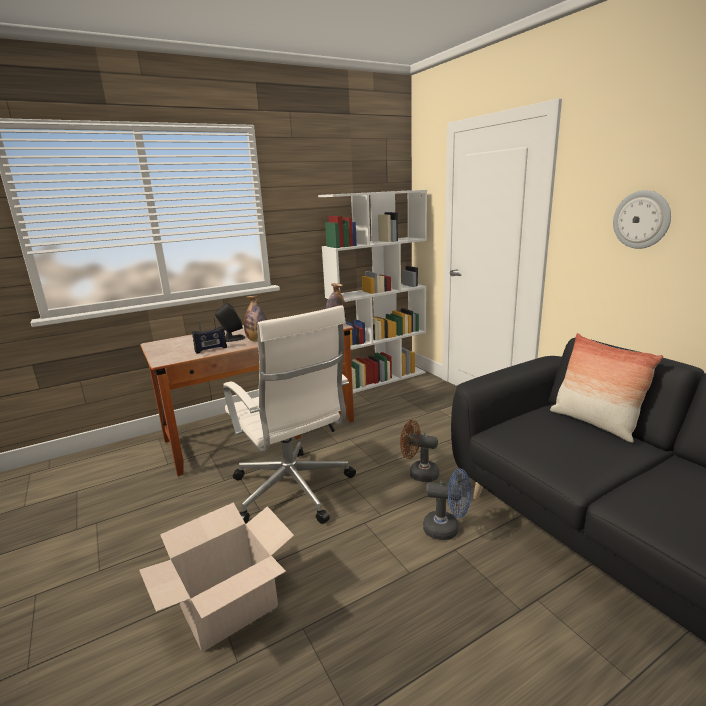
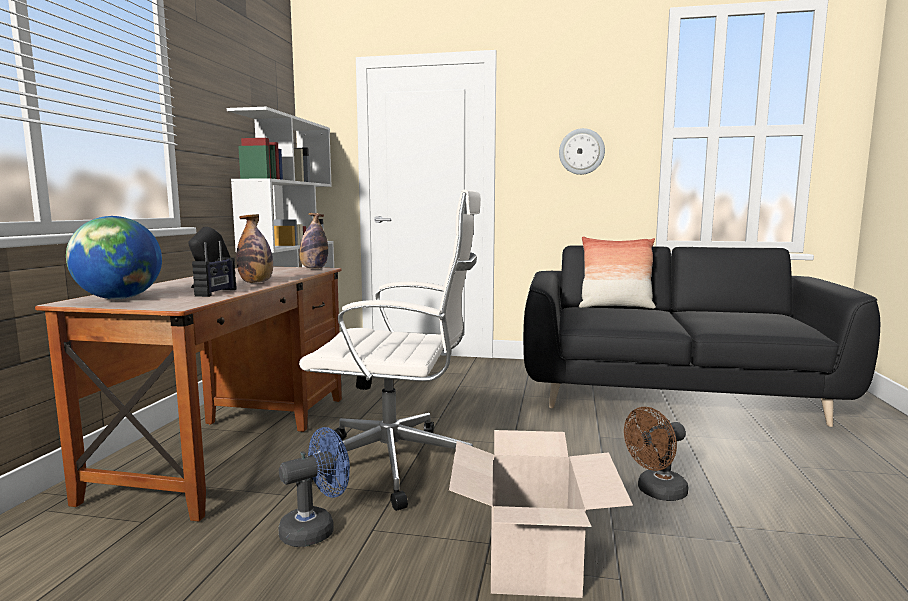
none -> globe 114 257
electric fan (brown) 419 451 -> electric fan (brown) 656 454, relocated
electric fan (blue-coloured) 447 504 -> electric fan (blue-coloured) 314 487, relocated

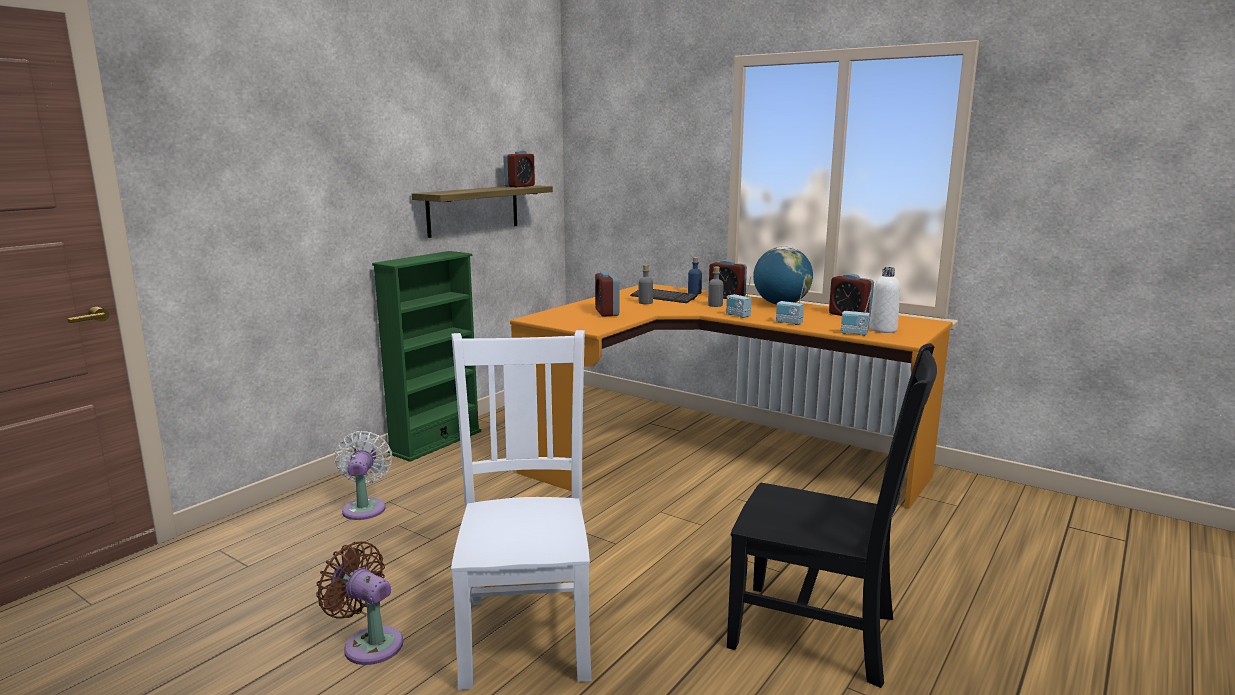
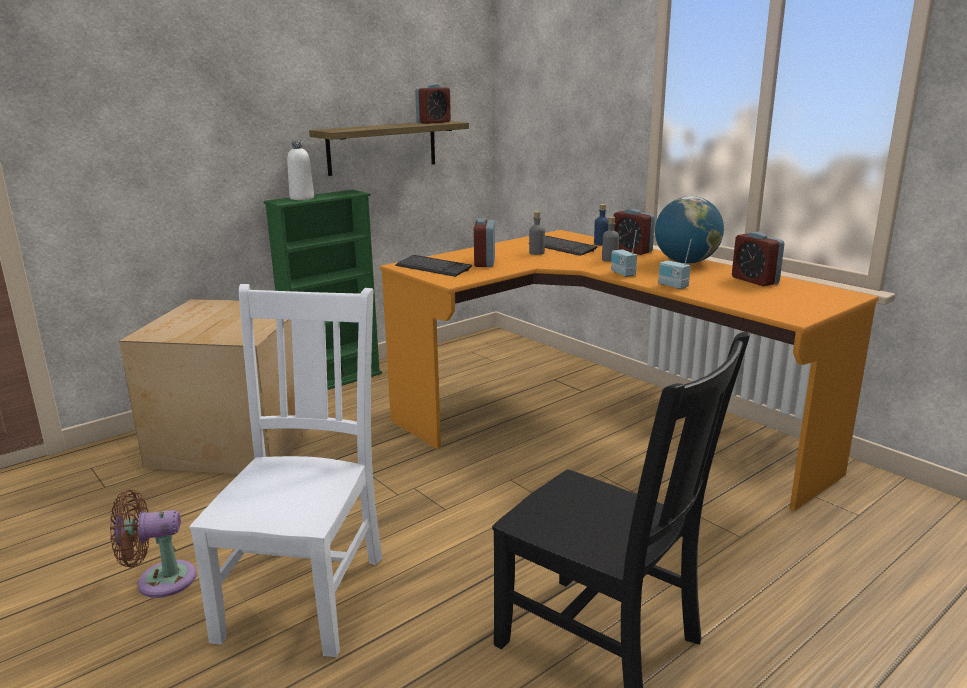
radio 856 312 -> none
none -> PC keyboard 433 266
bottle (whitish) 884 300 -> bottle (whitish) 300 170, relocated
electric fan (whitish) 363 475 -> carton 214 386
electric fan (brown) 359 603 -> electric fan (brown) 153 544, 60 degrees counterclockwise

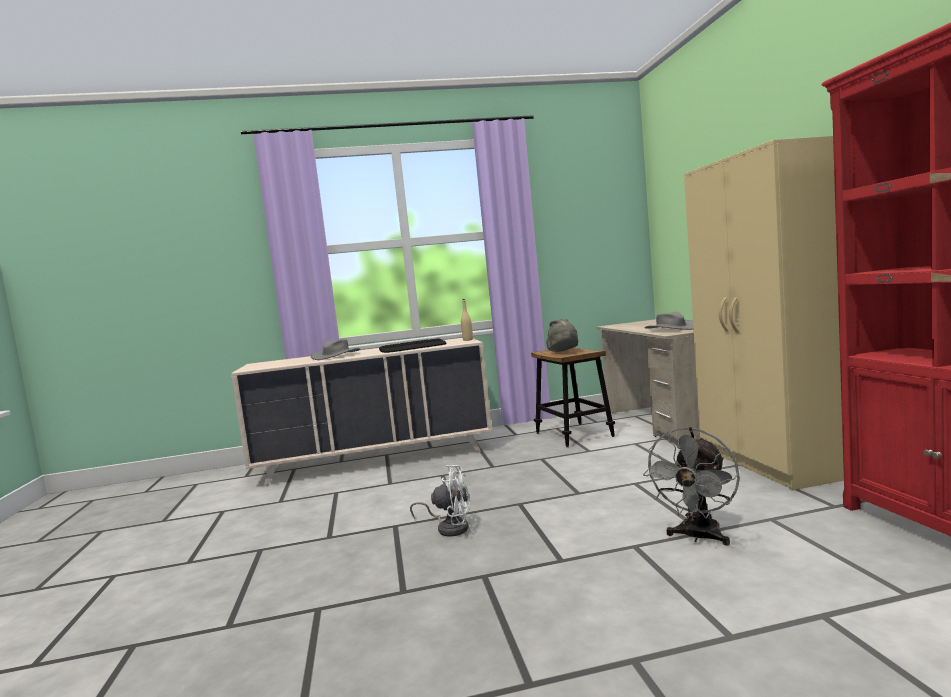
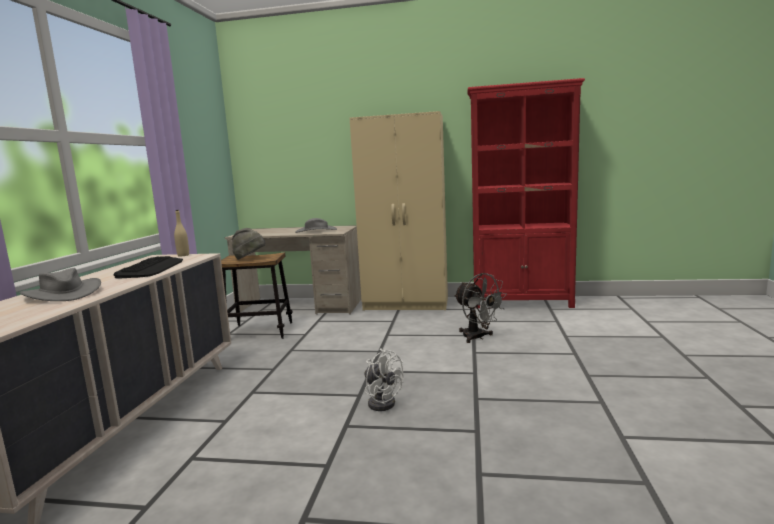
electric fan (whitish) 440 501 -> electric fan (whitish) 384 379, 105 degrees clockwise

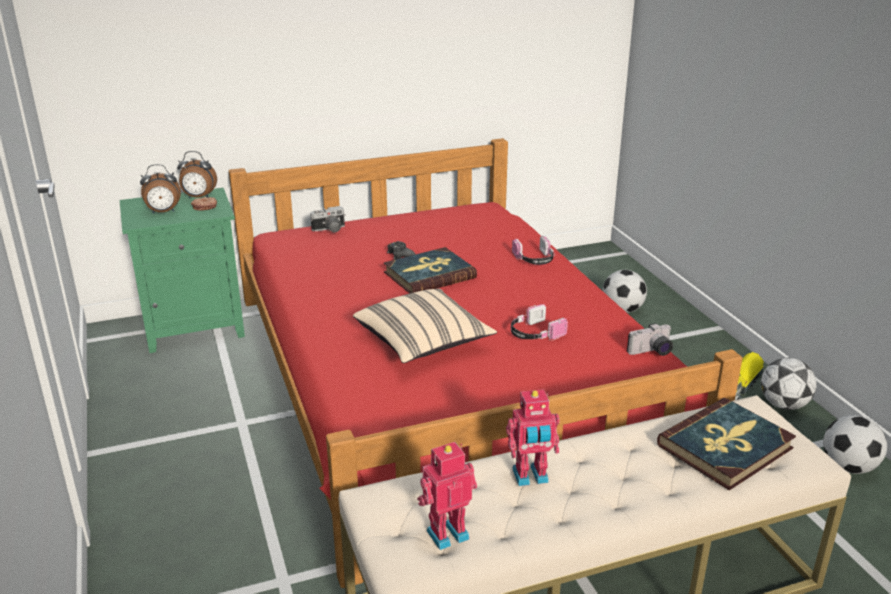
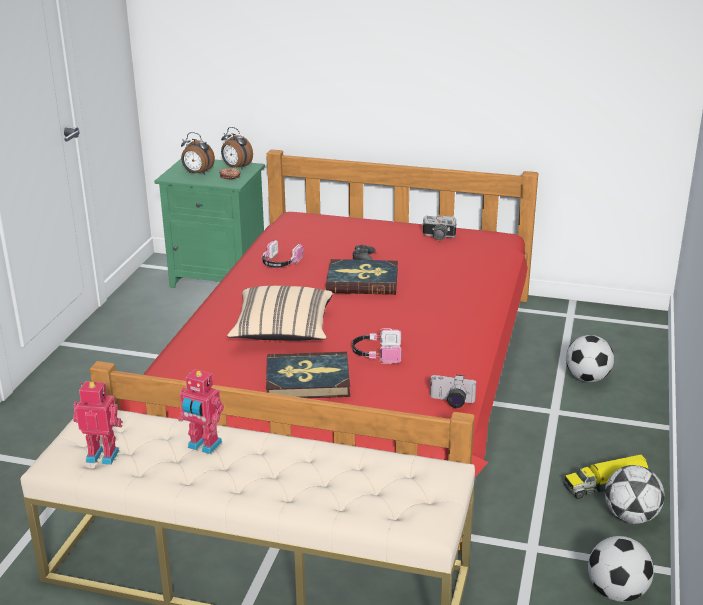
still camera 328 219 -> still camera 439 227, relocated
pair of headphones 533 250 -> pair of headphones 282 254, relocated
volume 726 444 -> volume 308 375, relocated

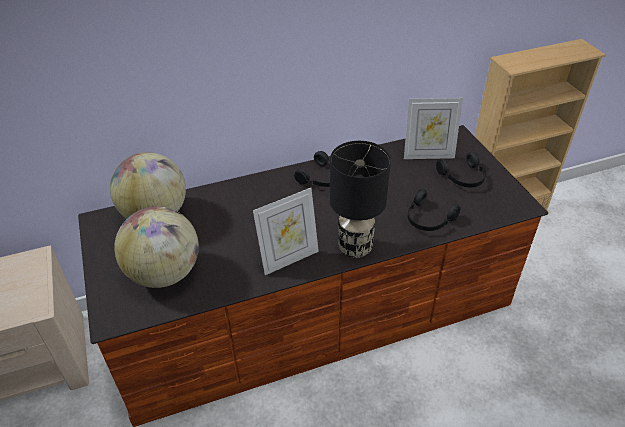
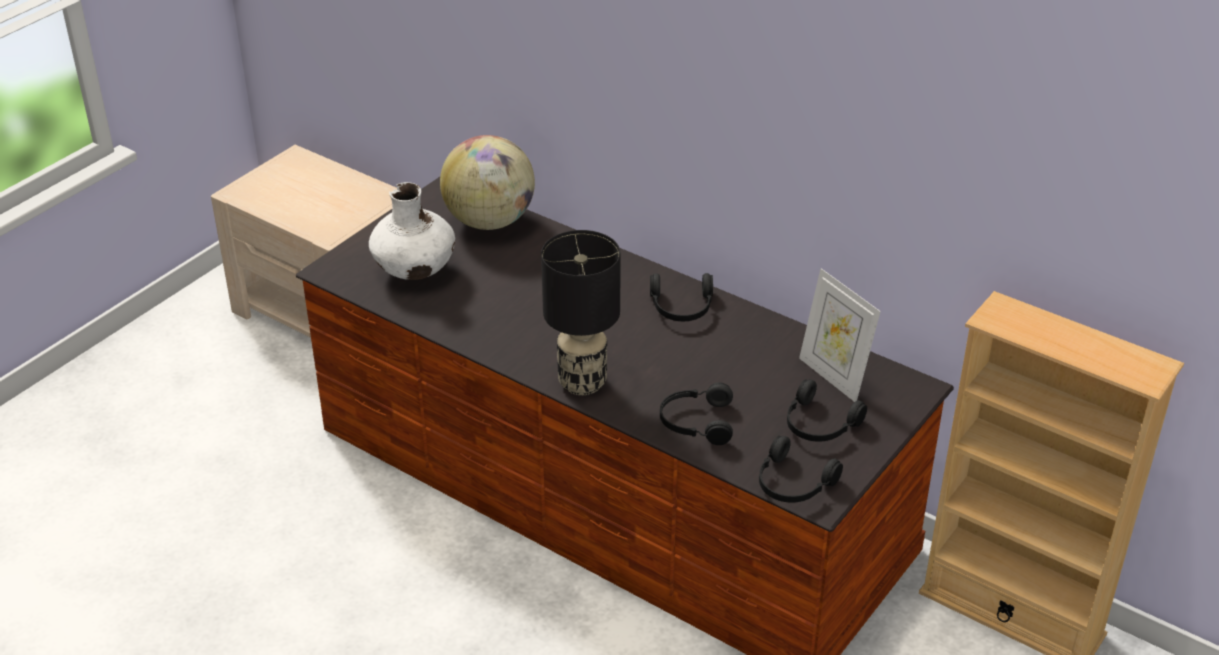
standing frame 286 231 -> none
none -> pair of headphones (blackish) 801 469
globe 156 247 -> vase (whitish) 412 231

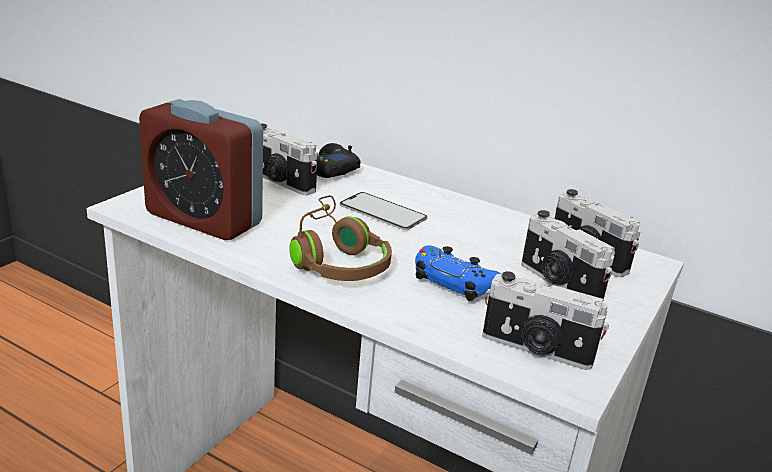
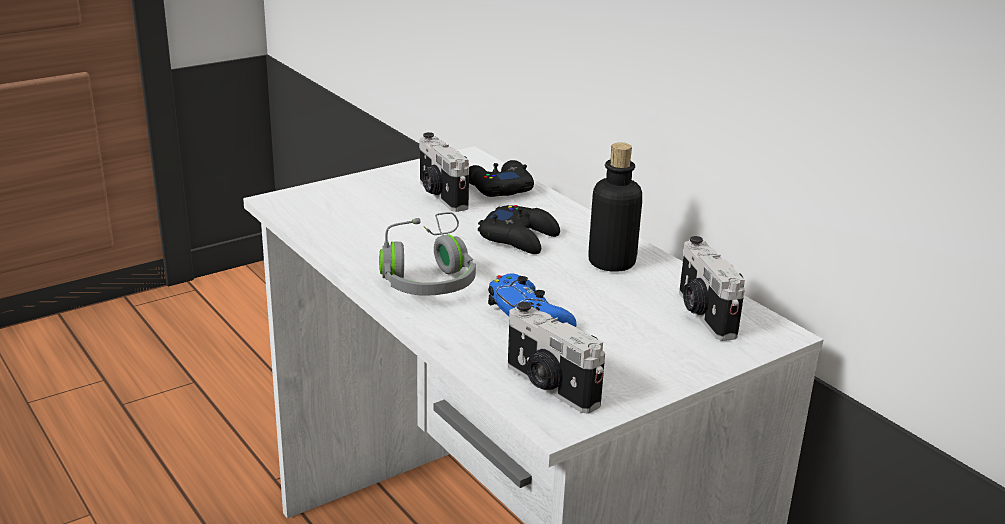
table clock 201 169 -> none
still camera 567 255 -> none
none -> bottle 615 207
phone 383 211 -> game controller (blackish) 519 229
pair of headphones (brown) 340 238 -> pair of headphones (greyish) 427 254

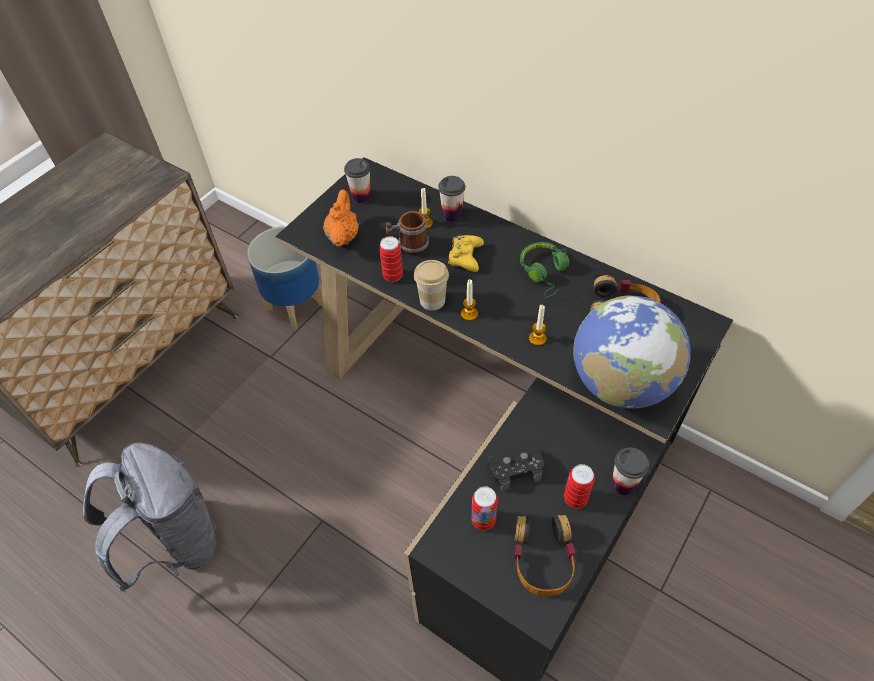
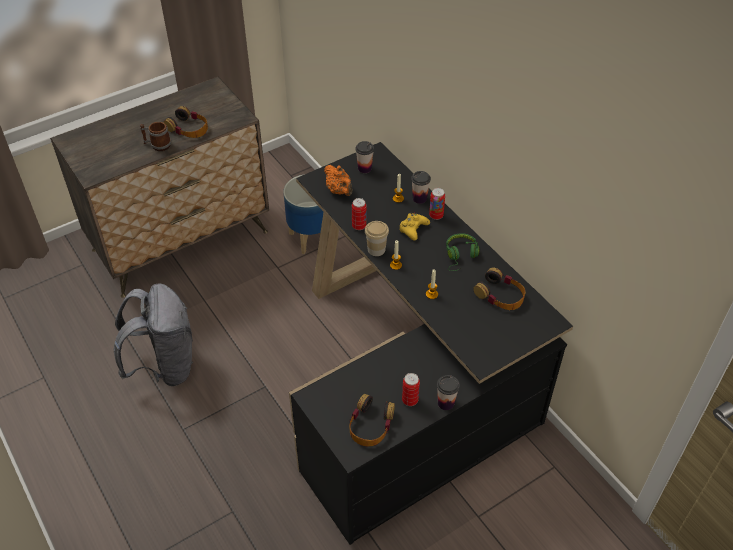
game controller (blackish) 515 468 -> none
globe 632 352 -> none
none -> pair of headphones 186 122
coffee mug 407 233 -> coffee mug 155 136, relocated
sealed can 485 508 -> sealed can 437 204, relocated
pot for tea (orange-coloured) 341 218 -> pot for tea (orange-coloured) 338 180, 120 degrees clockwise

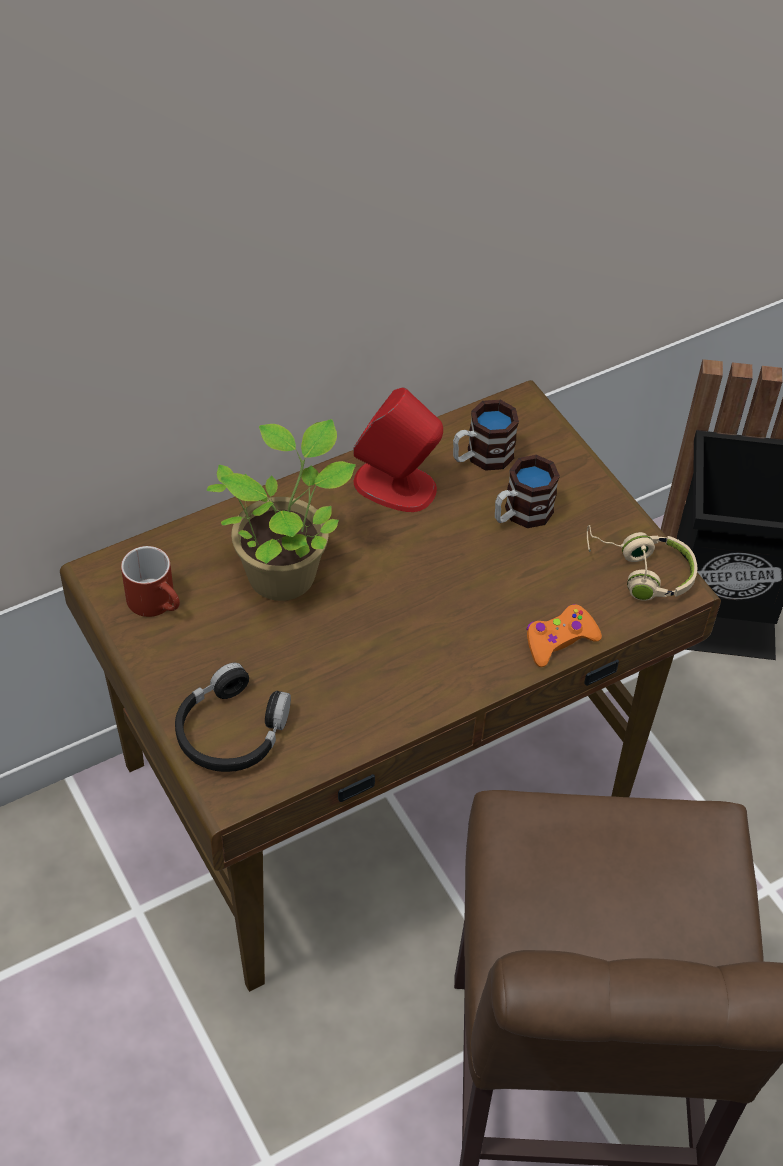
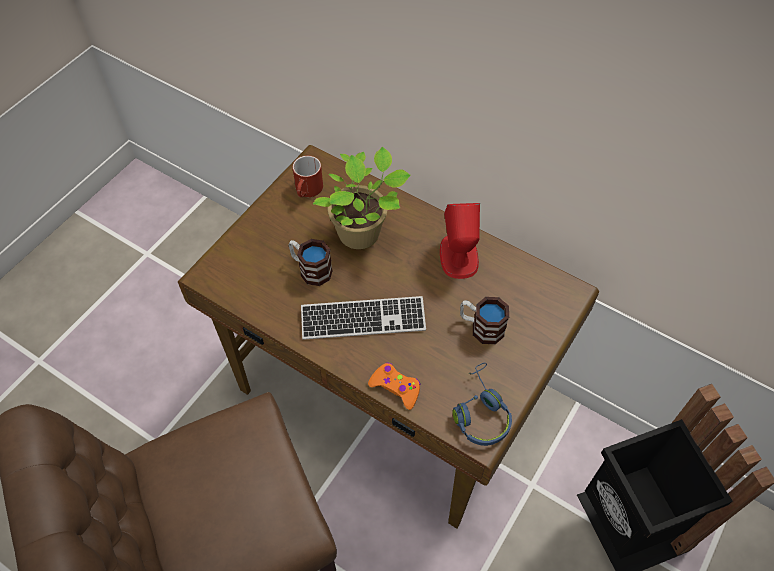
pair of headphones (blackish) 233 717 -> none
none -> PC keyboard 363 318
coffee mug 486 435 -> coffee mug 311 262, relocated
pair of headphones (beige) 642 563 -> pair of headphones (blue-coloured) 482 404

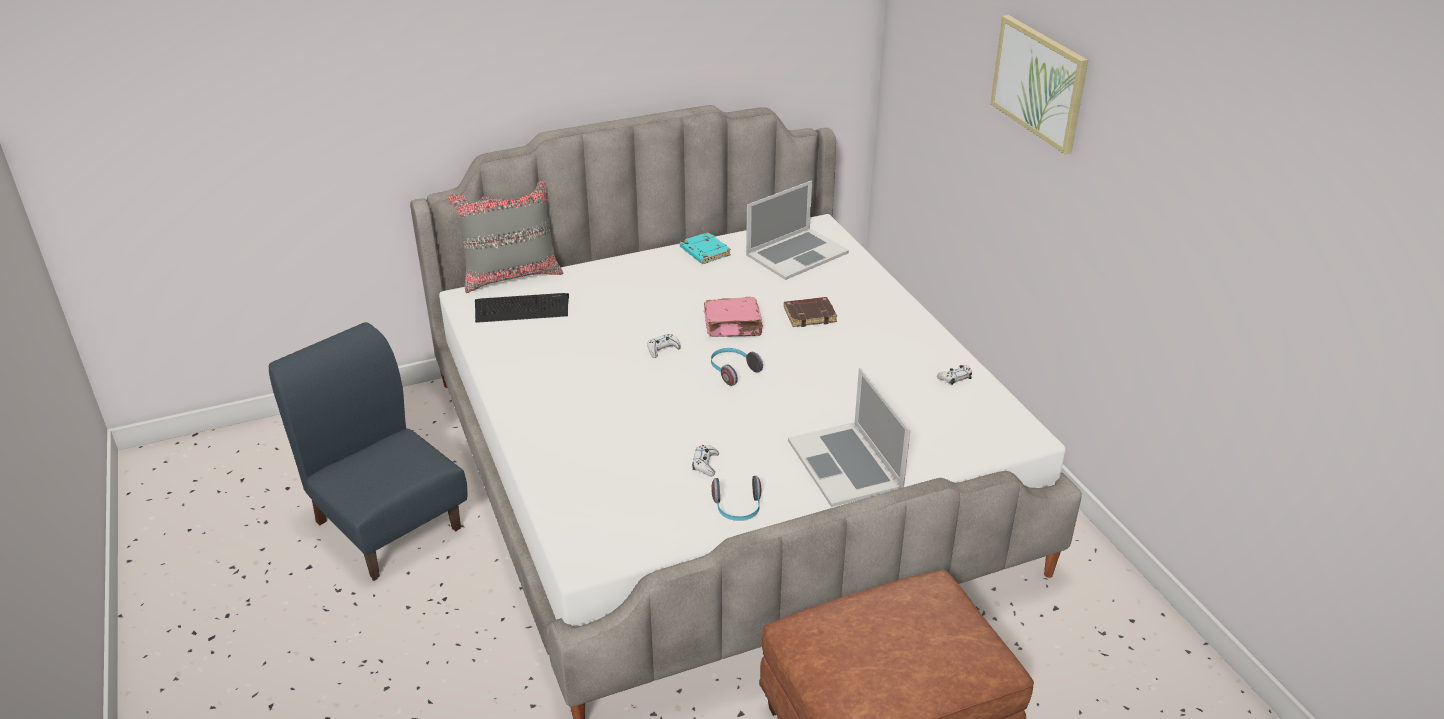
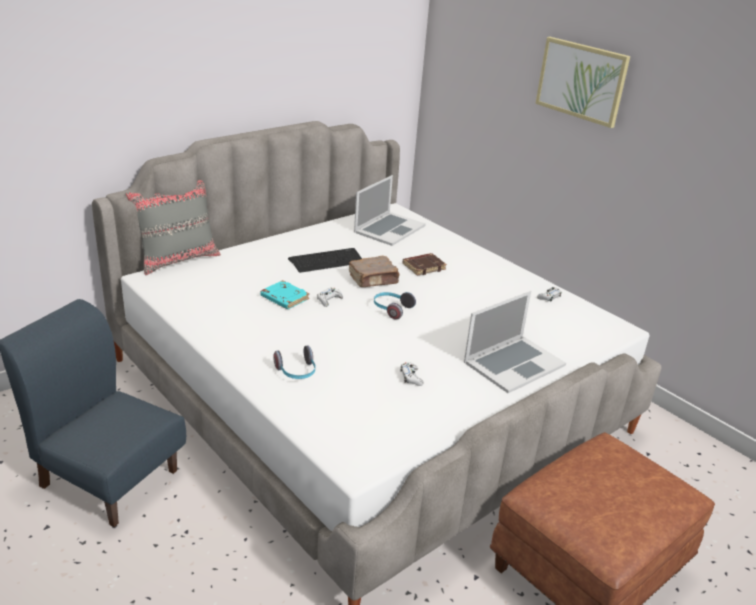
PC keyboard 522 308 -> PC keyboard 325 260, relocated
volume (blue-green) 705 248 -> volume (blue-green) 284 294, relocated
pair of headphones 736 498 -> pair of headphones 294 362, relocated
volume (pink) 733 317 -> volume (brown) 374 271
portable computer 849 437 -> portable computer 515 342, 90 degrees counterclockwise

